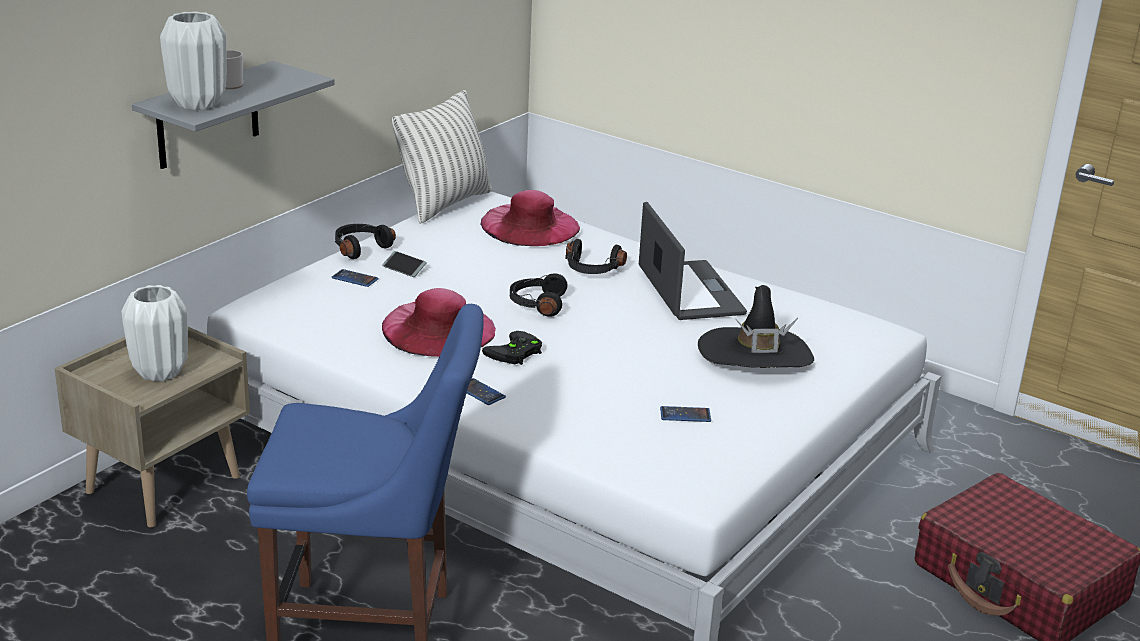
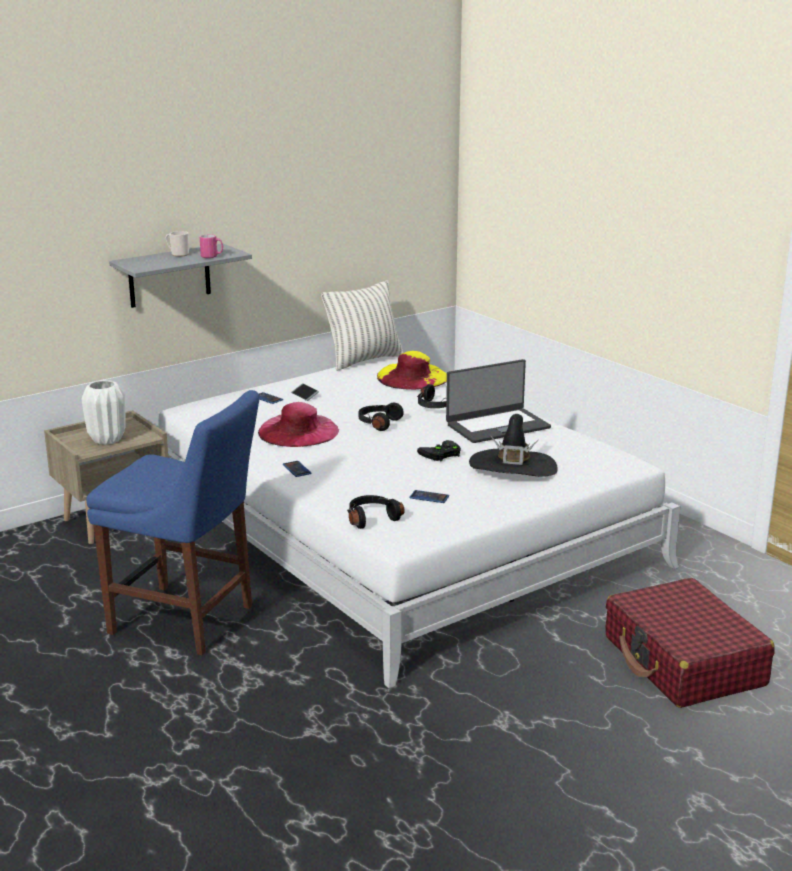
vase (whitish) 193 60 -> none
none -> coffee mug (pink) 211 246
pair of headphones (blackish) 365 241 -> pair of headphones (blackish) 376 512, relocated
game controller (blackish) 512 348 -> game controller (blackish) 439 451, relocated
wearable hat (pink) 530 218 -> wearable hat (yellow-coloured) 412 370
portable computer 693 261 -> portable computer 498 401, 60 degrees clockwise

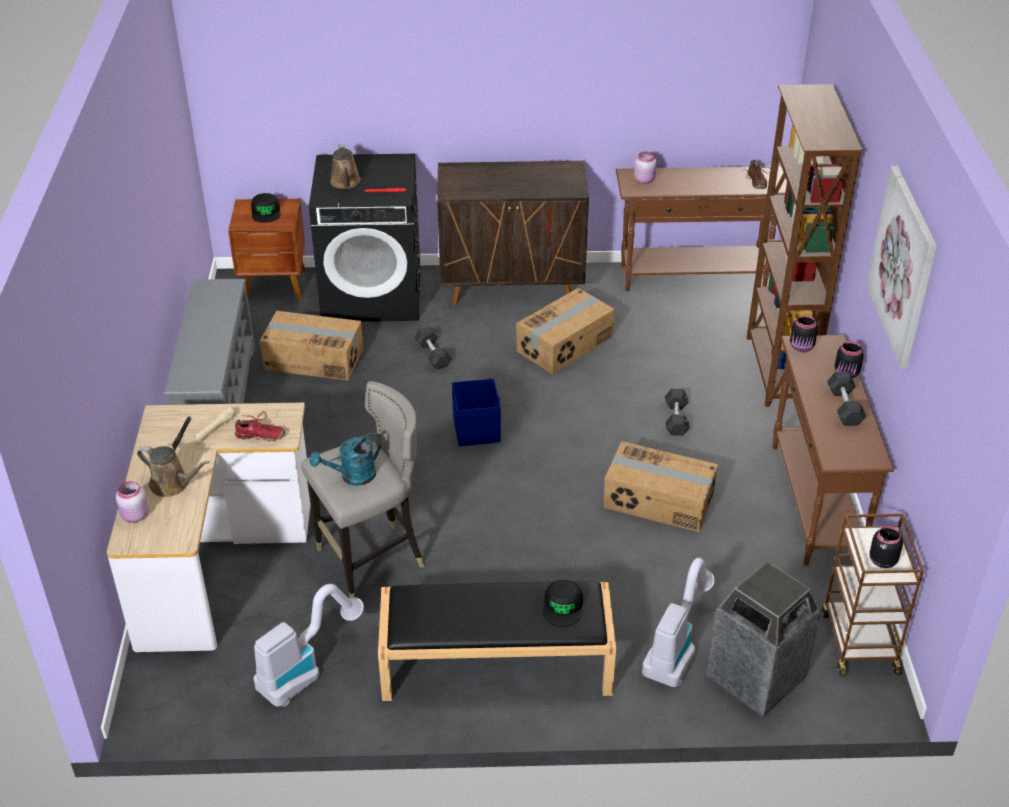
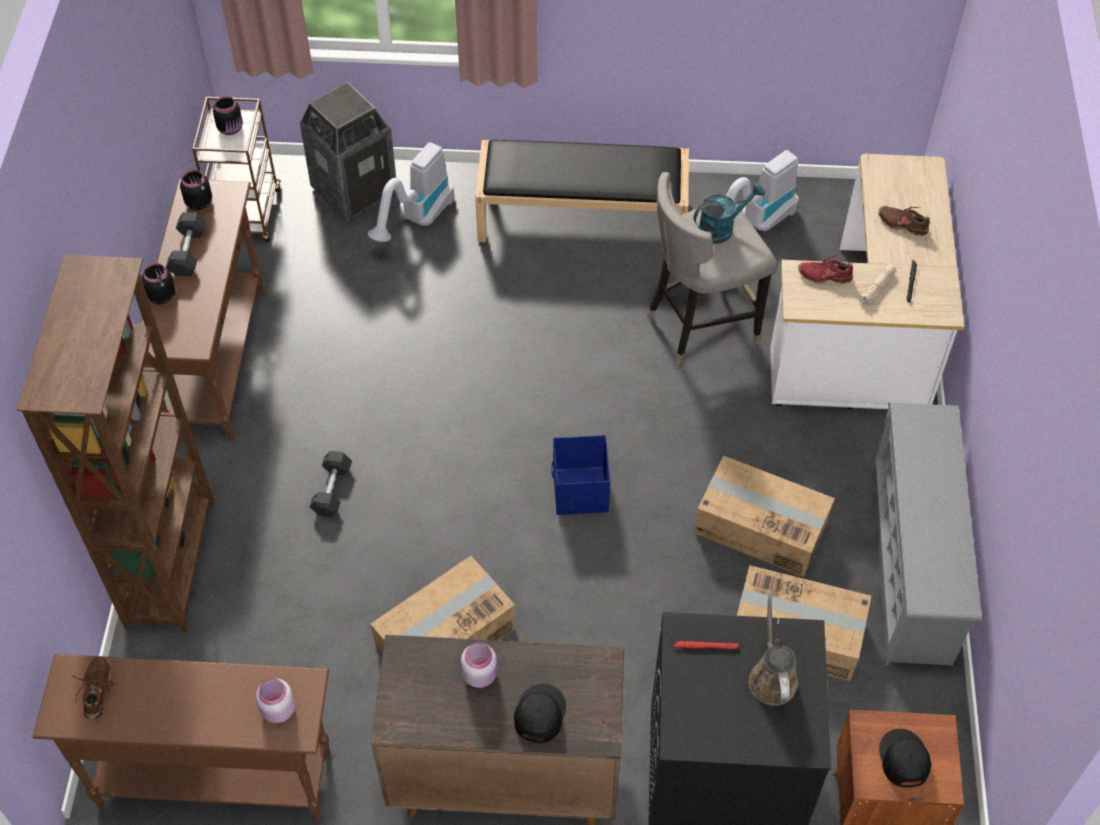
free weight (greyish) 432 348 -> none
picture 901 267 -> none
preserve jar (pink) 132 502 -> preserve jar (pink) 479 665, relocated
cap (blackish) 563 603 -> cap (blackish) 540 713, relocated
carton 661 486 -> carton 765 516, relocated
preserve jar (blackish) 804 333 -> preserve jar (blackish) 196 190, relocated
watering can (brown) 173 471 -> shoe (brown) 904 221

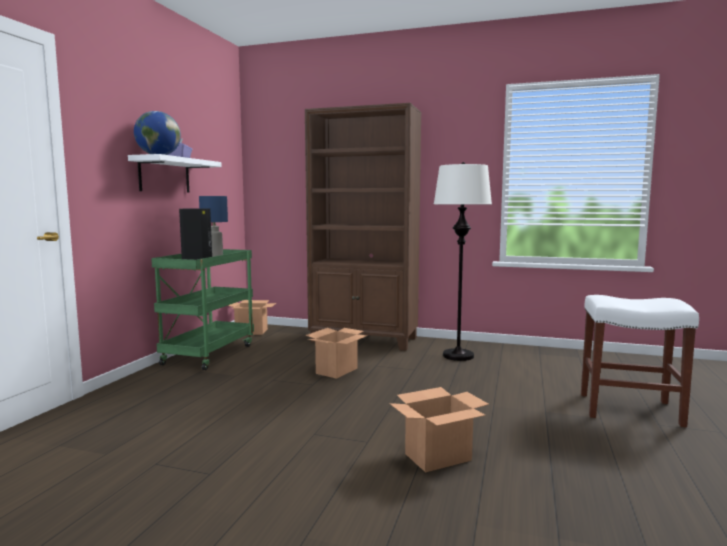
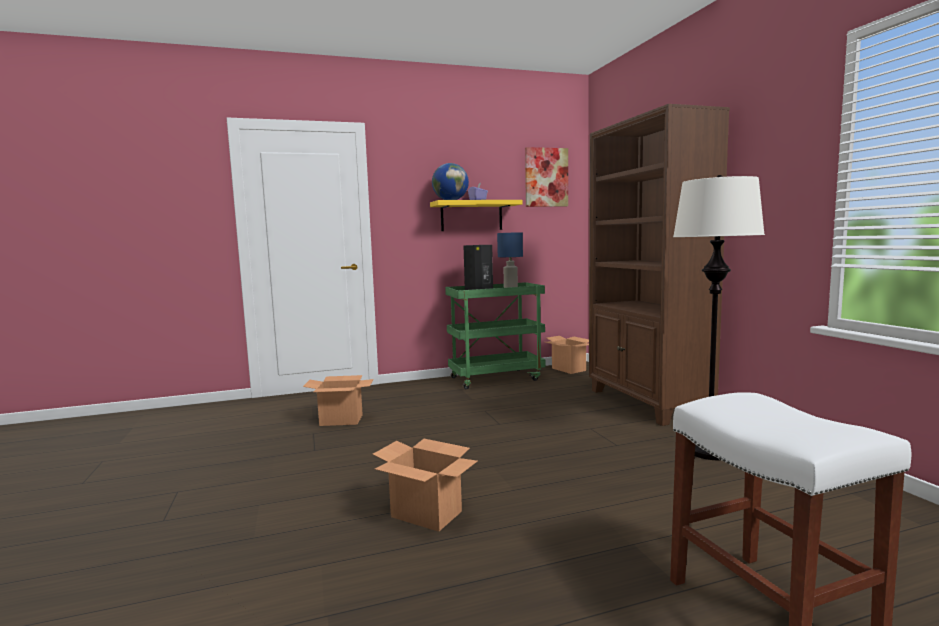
none -> picture 546 177
carton 337 353 -> carton 338 400, relocated
wall shelf (whitish) 175 173 -> wall shelf (yellow-coloured) 476 215

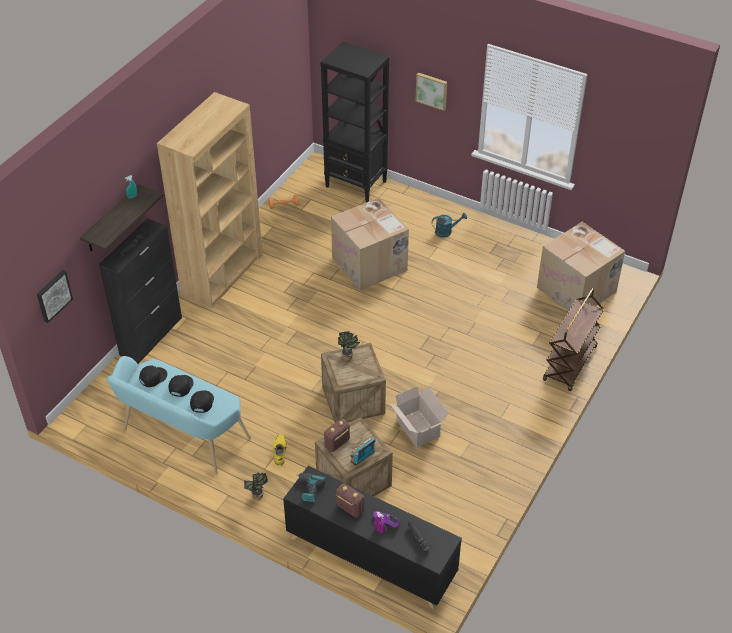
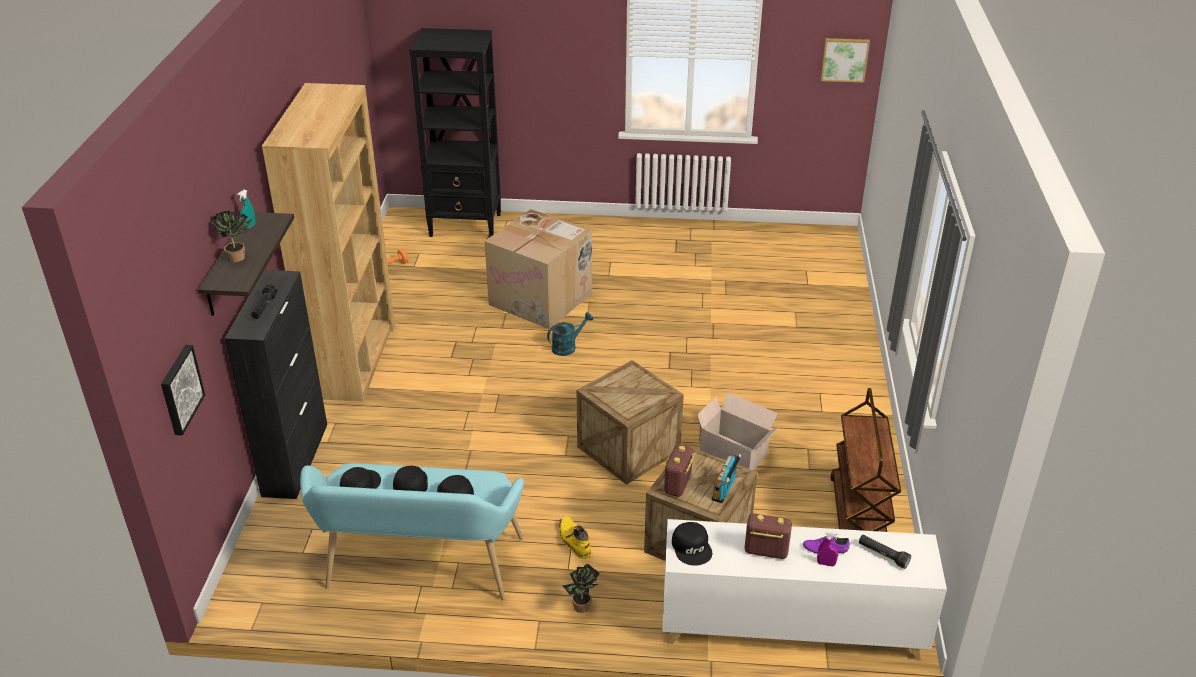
carton 581 266 -> none
potted plant 349 346 -> potted plant 232 236, relocated
picture 431 92 -> picture 845 60, relocated
watering can (blue-green) 449 225 -> watering can (blue-green) 570 334, relocated
cart (brown) 573 339 -> cart (brown) 865 460, relocated
drill 311 487 -> cap (blackish) 692 544
storage cabinet (blackish) 372 537 -> storage cabinet (whitish) 804 589

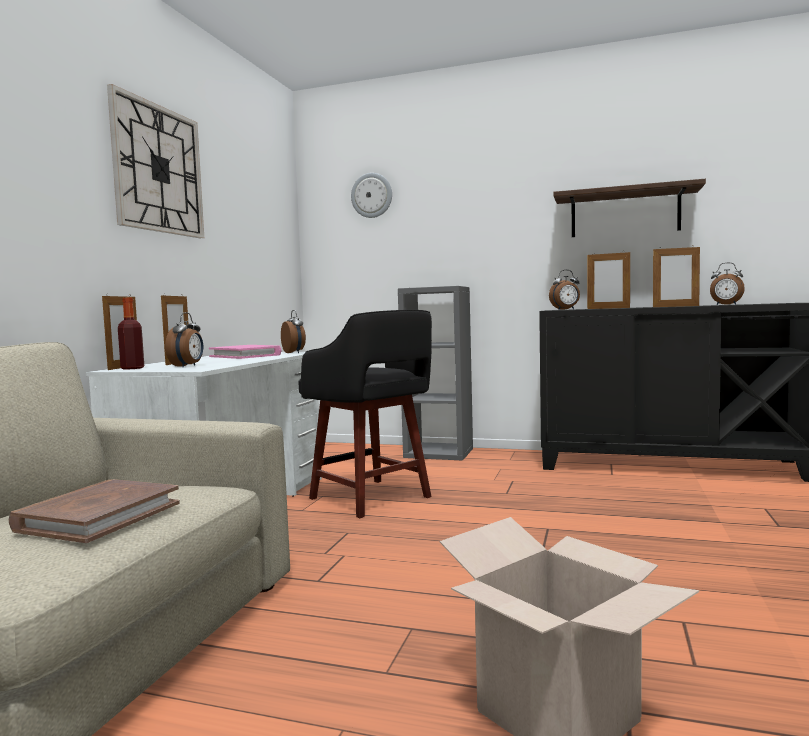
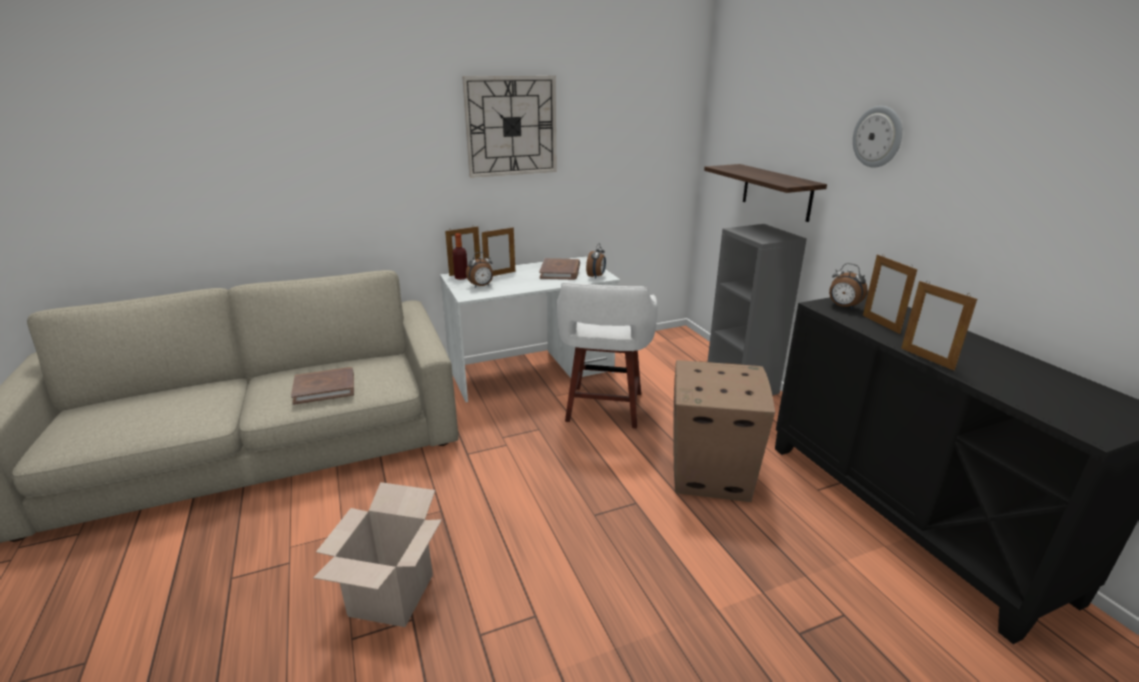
table clock 727 283 -> none
none -> carton 724 431
wall clock 371 195 -> wall clock 877 137, relocated
wall shelf 629 208 -> wall shelf 765 193, relocated
volume (pink) 245 352 -> volume (brown) 559 269
stool (blackish) 365 414 -> stool (whitish) 607 355

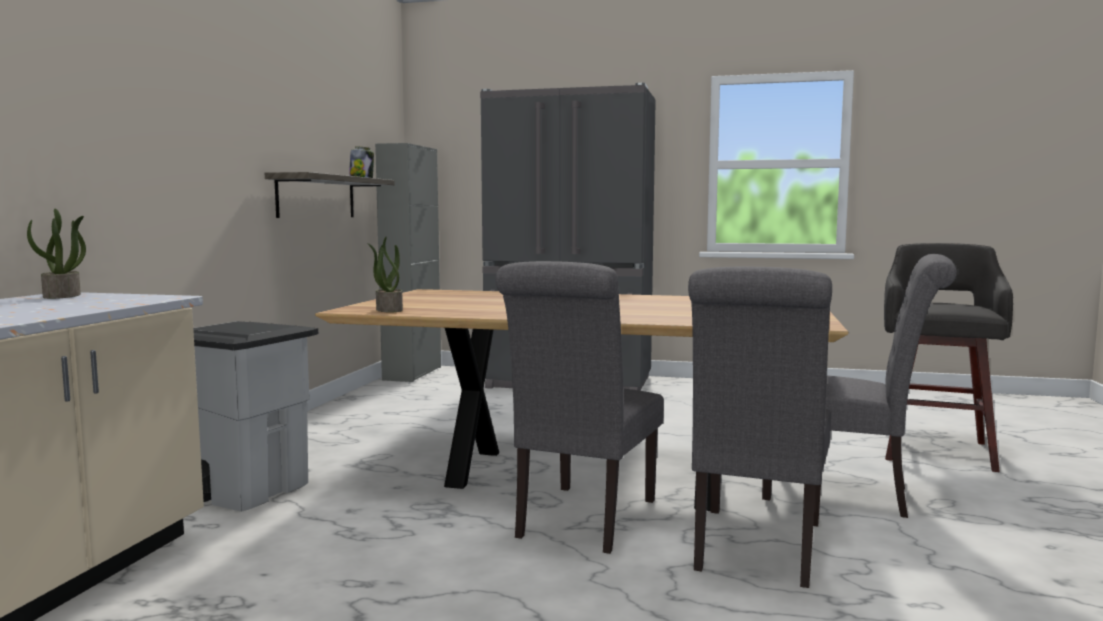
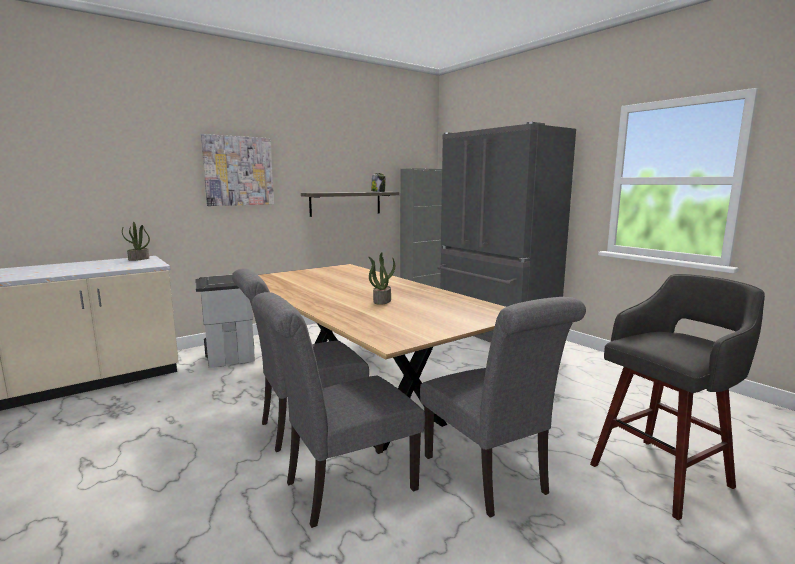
none -> picture 237 170
potted plant 385 275 -> potted plant 381 278, relocated

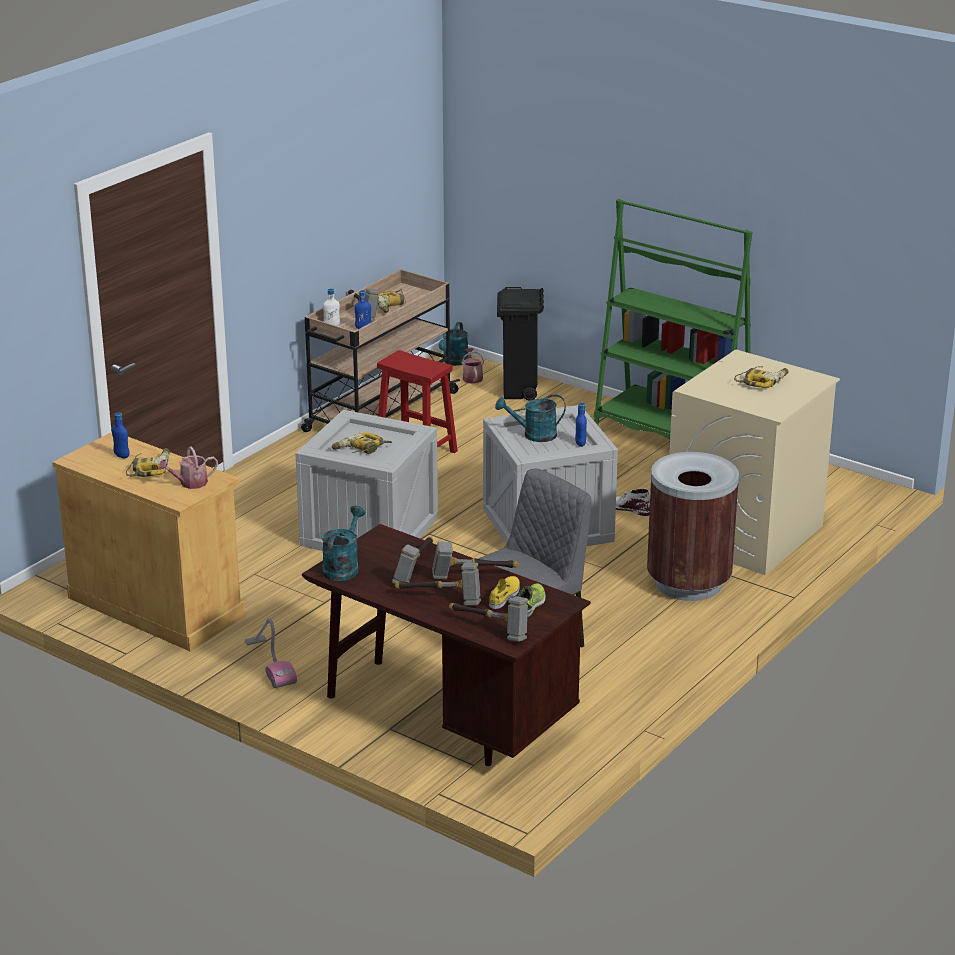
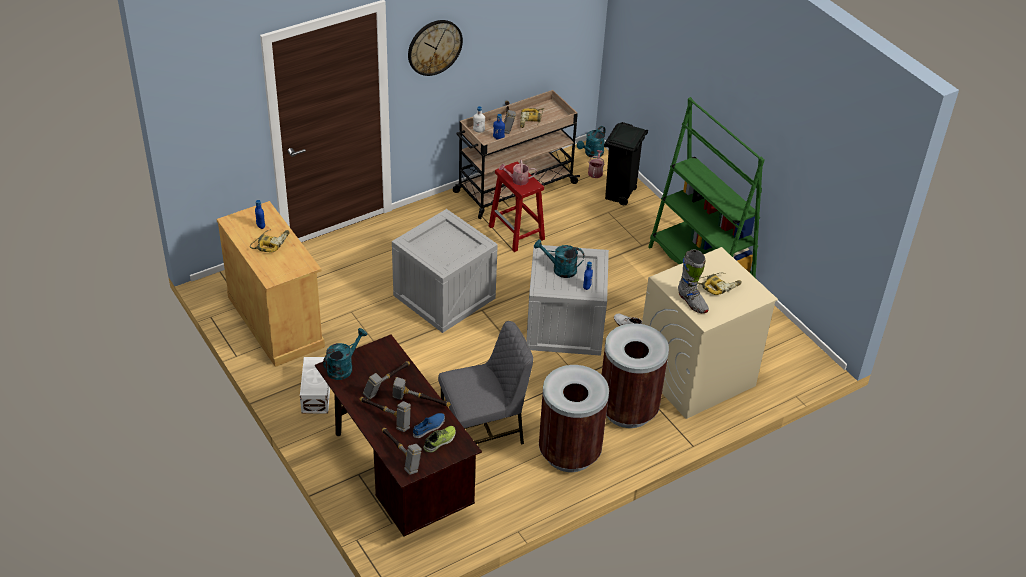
drill 362 443 -> none
none -> wall clock 435 48
none -> waste bin (brown) 574 418
none -> tall boot (greyish) 693 281
watering can 188 467 -> watering can 518 172, relocated
vacuum cleaner 271 653 -> storage box (whitish) 315 385
shoe (yellow-coloured) 504 592 -> shoe (blue-coloured) 429 425

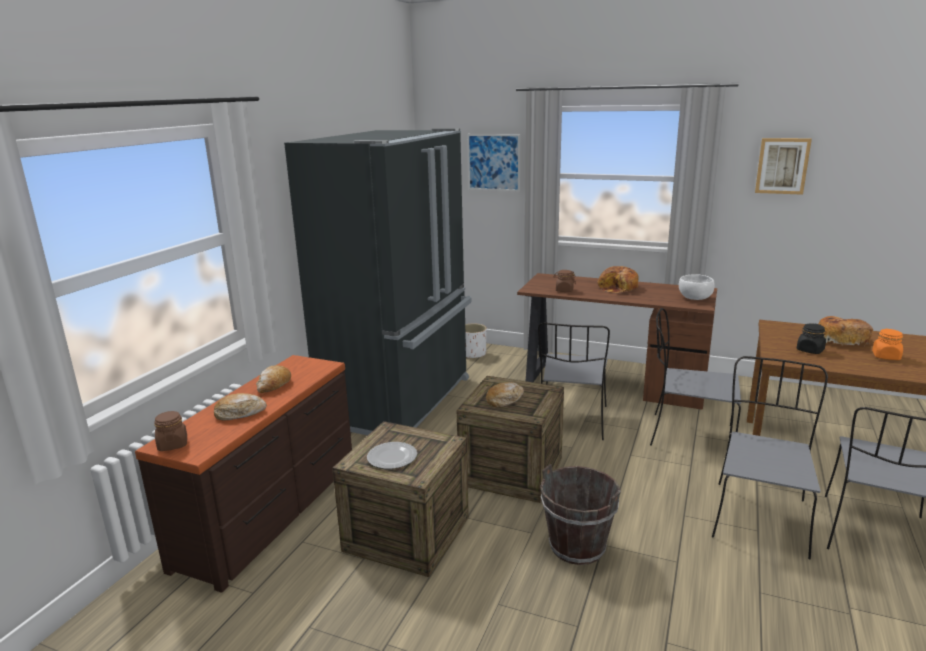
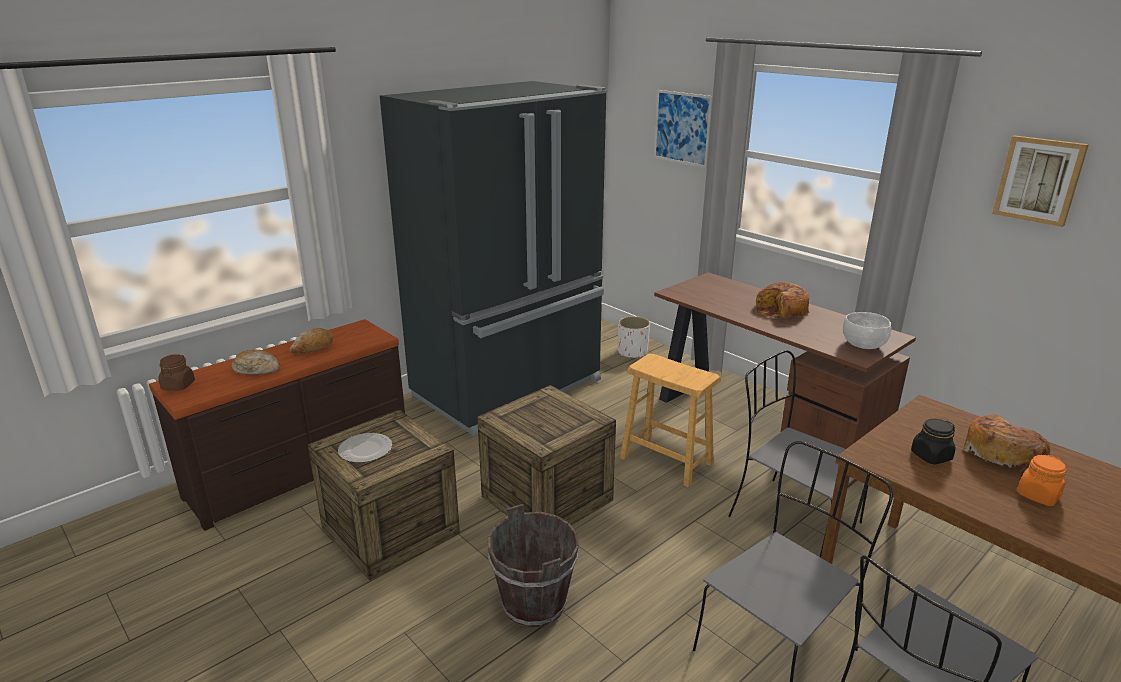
bakery bread 505 394 -> none
preserve jar (brown) 565 281 -> none
upright chair (greyish) 574 381 -> stool (brown) 670 420

